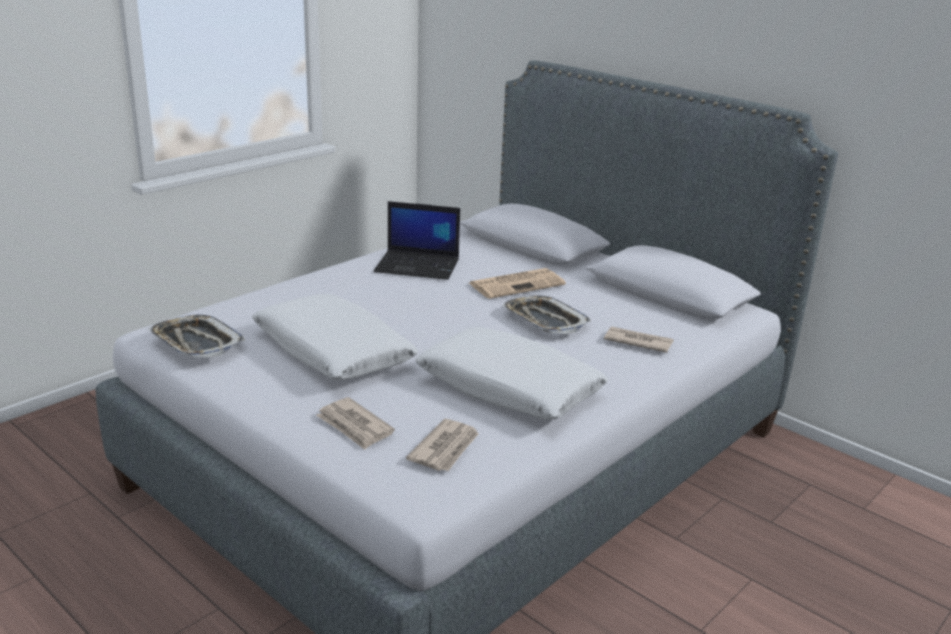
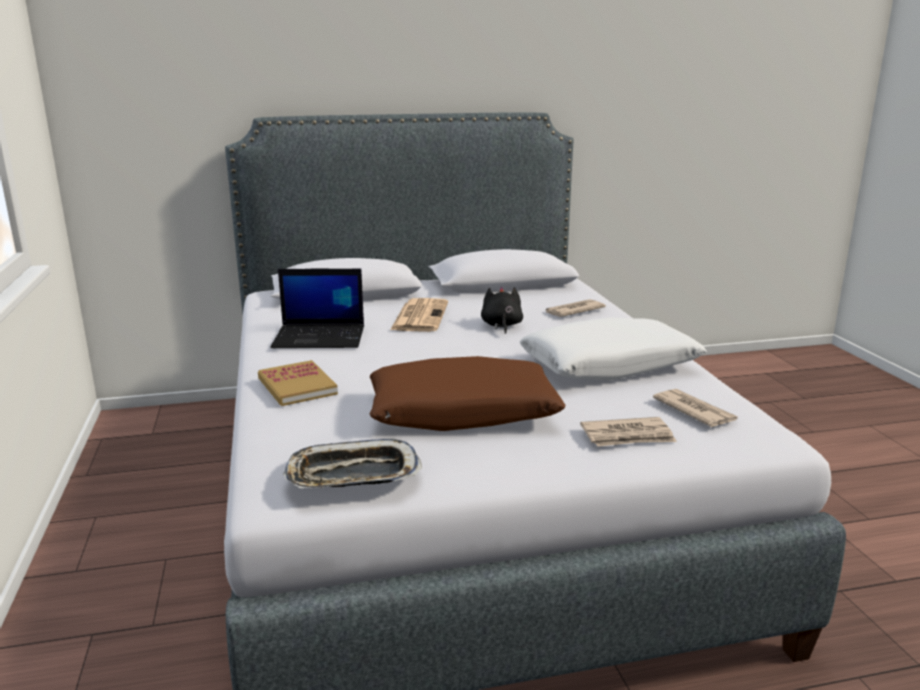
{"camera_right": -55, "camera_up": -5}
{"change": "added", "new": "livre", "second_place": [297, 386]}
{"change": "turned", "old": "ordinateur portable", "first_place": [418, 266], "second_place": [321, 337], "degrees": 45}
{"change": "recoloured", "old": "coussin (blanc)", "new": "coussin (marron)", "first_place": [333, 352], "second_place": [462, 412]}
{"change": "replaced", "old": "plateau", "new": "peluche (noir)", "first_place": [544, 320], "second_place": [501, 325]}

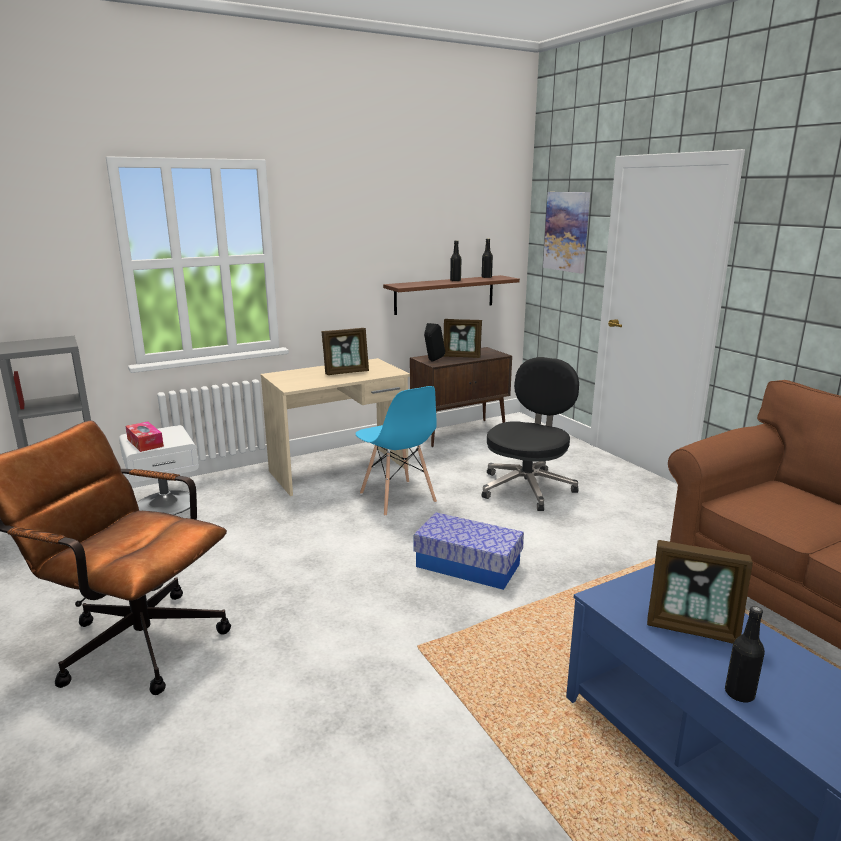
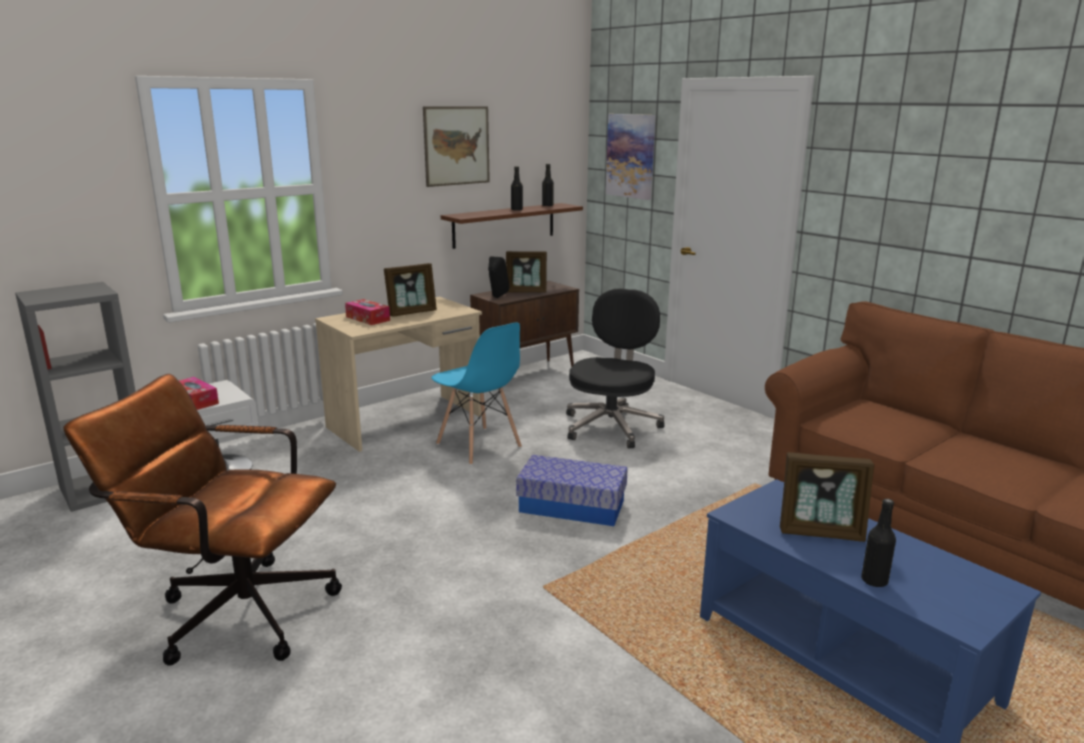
{"camera_right": -10, "camera_up": 0}
{"change": "added", "new": "boîte à mouchoirs", "second_place": [368, 318]}
{"change": "added", "new": "tableau", "second_place": [456, 146]}

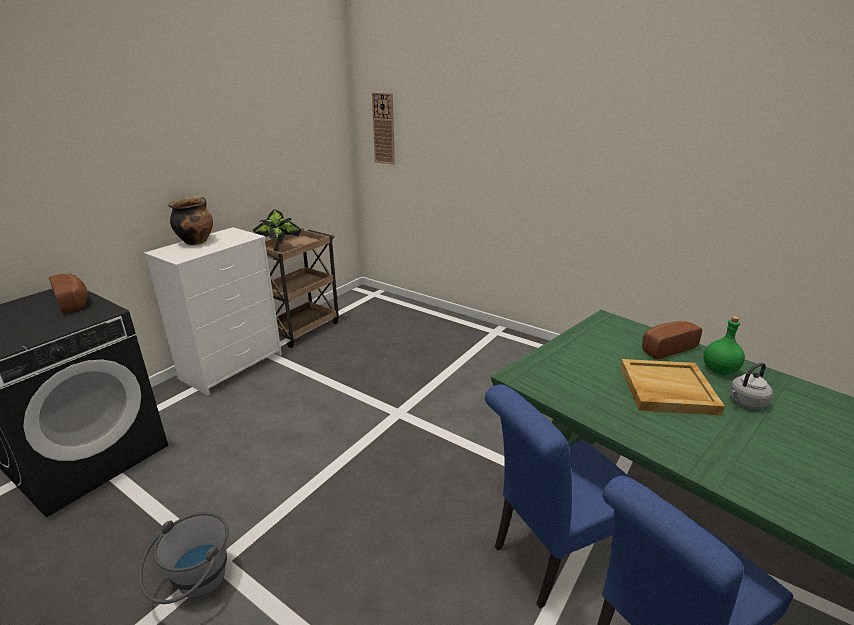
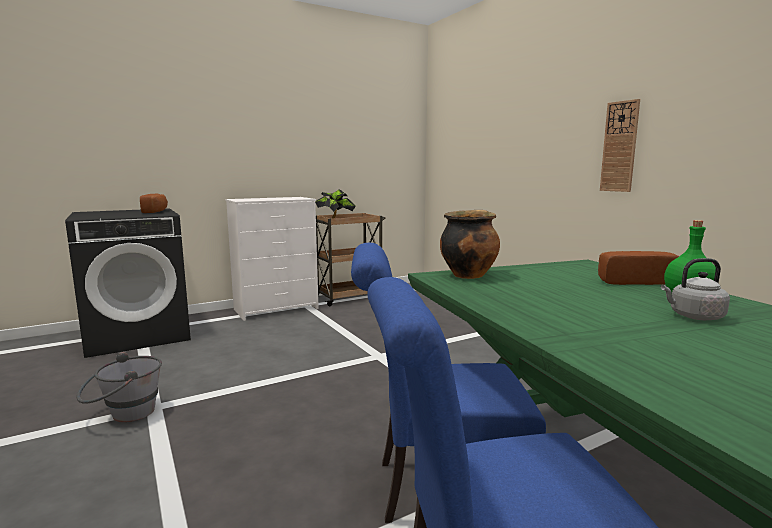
{"camera_right": 25, "camera_up": -15}
{"change": "moved", "old": "marmite", "first_place": [196, 241], "second_place": [468, 275]}
{"change": "moved", "old": "horloge murale", "first_place": [384, 128], "second_place": [619, 147]}
{"change": "removed", "old": "plateau (beige)", "first_place": [666, 390]}

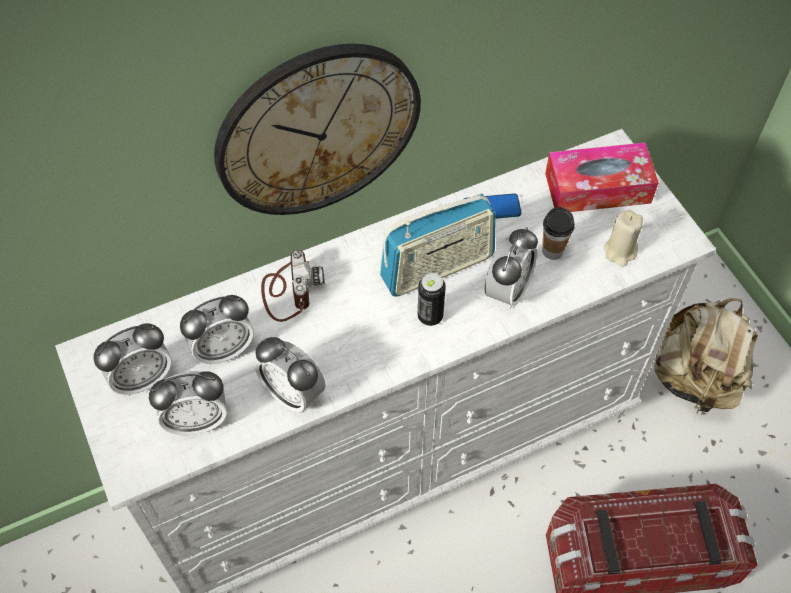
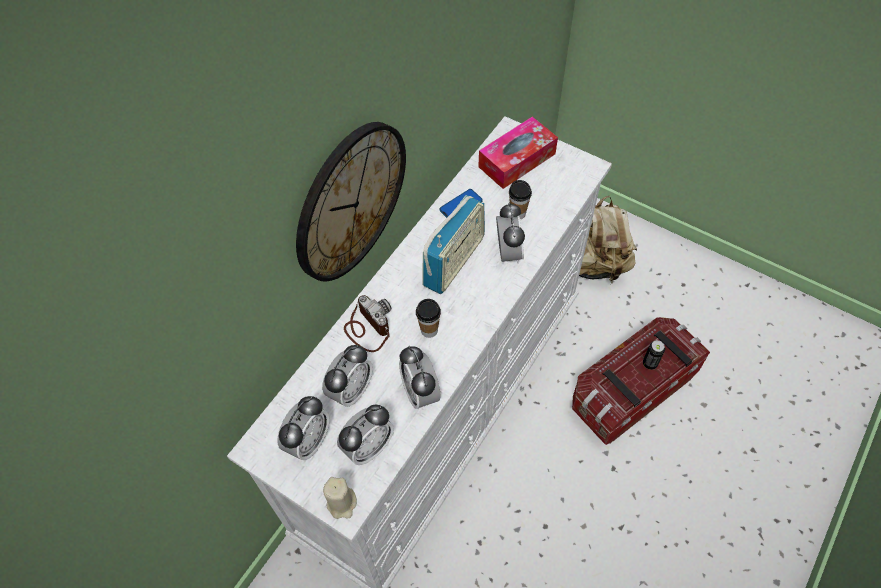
{"camera_right": -30, "camera_up": 0}
{"change": "moved", "old": "bougie (beige)", "first_place": [620, 251], "second_place": [342, 503]}
{"change": "turned", "old": "réveil", "first_place": [293, 393], "second_place": [420, 393], "degrees": 60}
{"change": "added", "new": "tasse", "second_place": [429, 330]}
{"change": "moved", "old": "boîte métallique", "first_place": [430, 316], "second_place": [649, 363]}

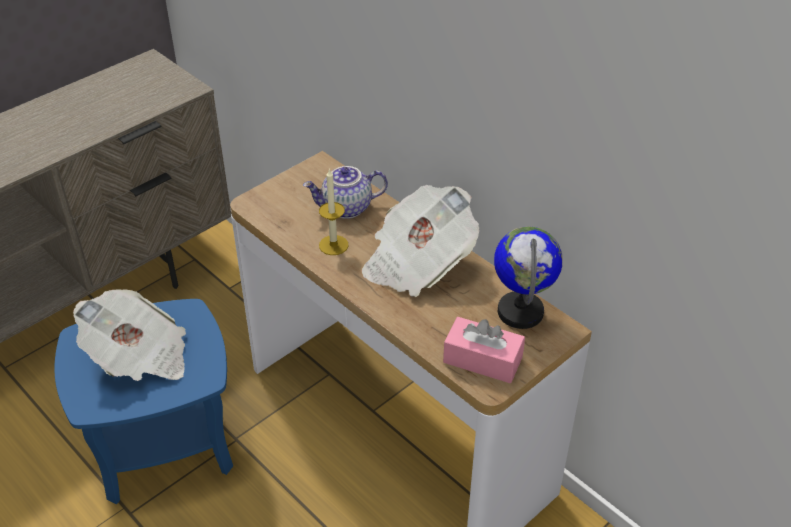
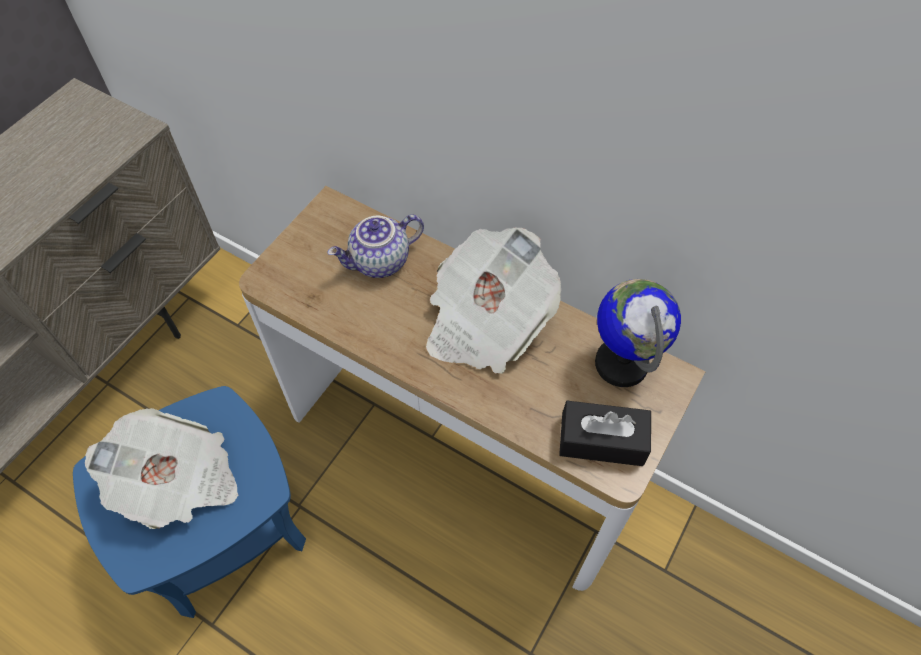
{"camera_right": -15, "camera_up": 15}
{"change": "recoloured", "old": "boîte à mouchoirs (rose)", "new": "boîte à mouchoirs (noir)", "first_place": [482, 360], "second_place": [602, 441]}
{"change": "removed", "old": "bougie", "first_place": [333, 245]}

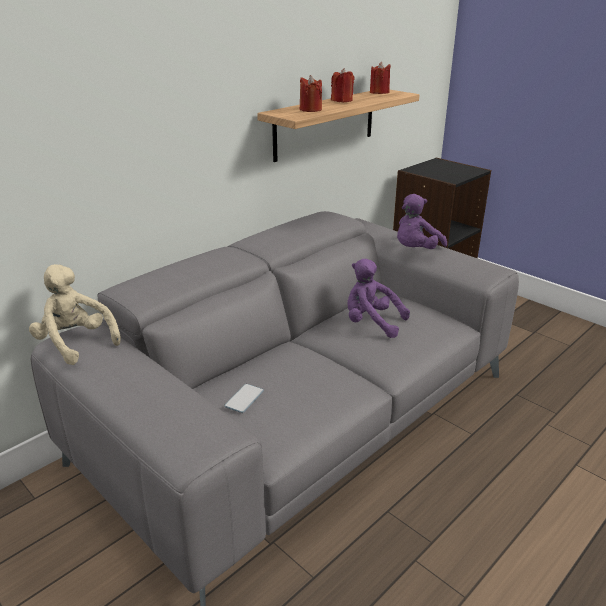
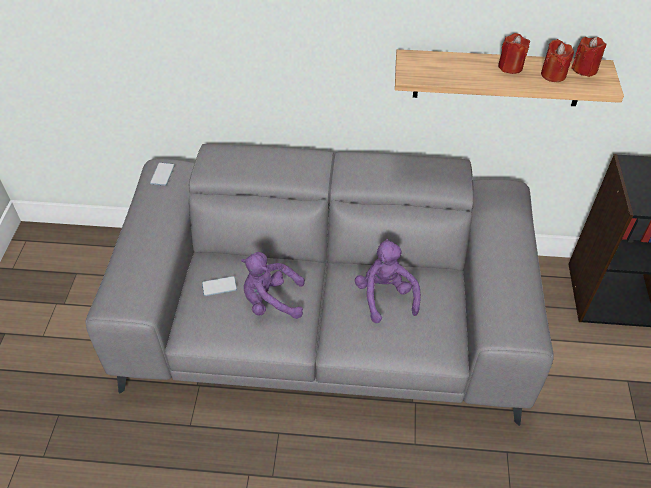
{"camera_right": 50, "camera_up": 20}
{"change": "replaced", "old": "peluche (beige)", "new": "téléphone", "first_place": [76, 343], "second_place": [162, 174]}
{"change": "moved", "old": "peluche (violet)", "first_place": [415, 250], "second_place": [271, 301]}
{"change": "moved", "old": "bougie (rouge)", "first_place": [310, 109], "second_place": [553, 74]}

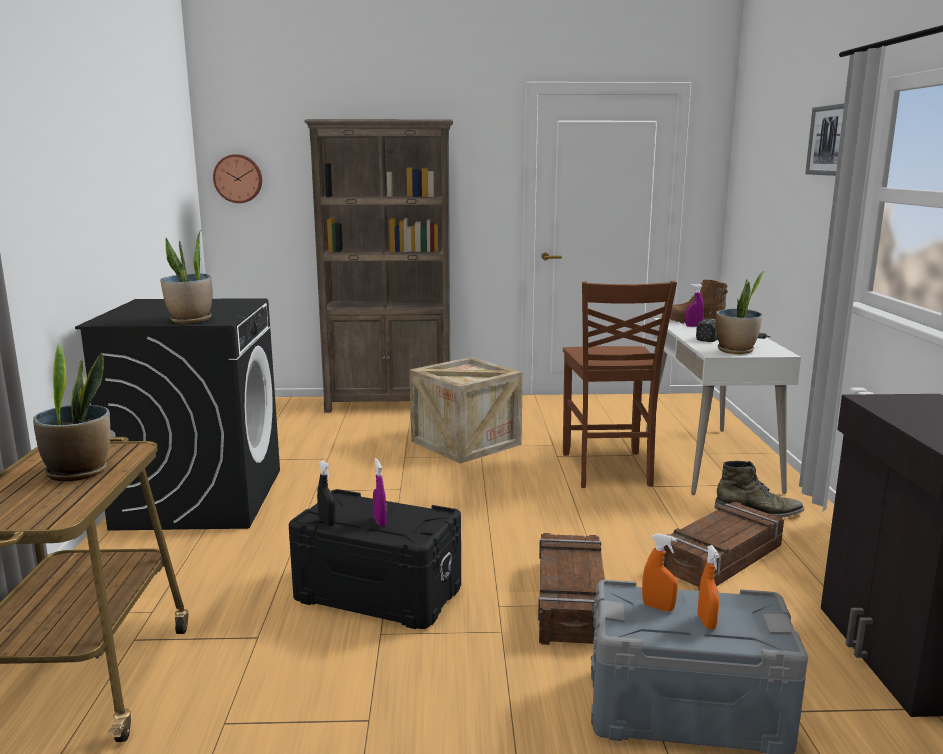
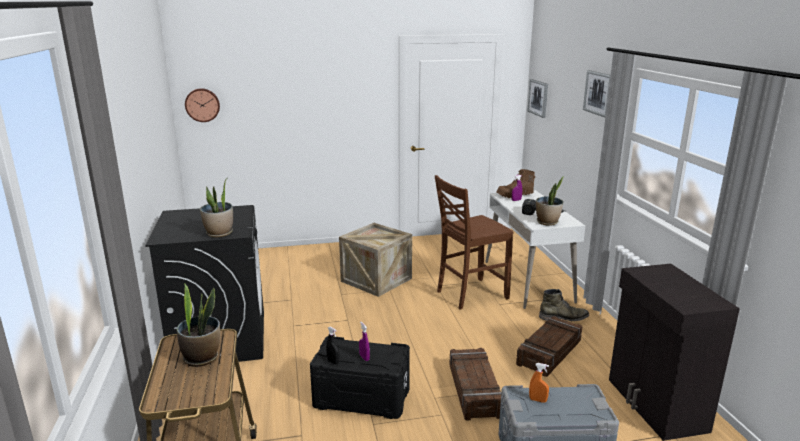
{"camera_right": -10, "camera_up": 5}
{"change": "turned", "old": "chaise (marron)", "first_place": [607, 470], "second_place": [470, 294], "degrees": 75}
{"change": "added", "new": "tableau", "second_place": [538, 98]}
{"change": "removed", "old": "bibliothèque (marron)", "first_place": [390, 404]}
{"change": "removed", "old": "vaporisateur (orange)", "first_place": [706, 622]}

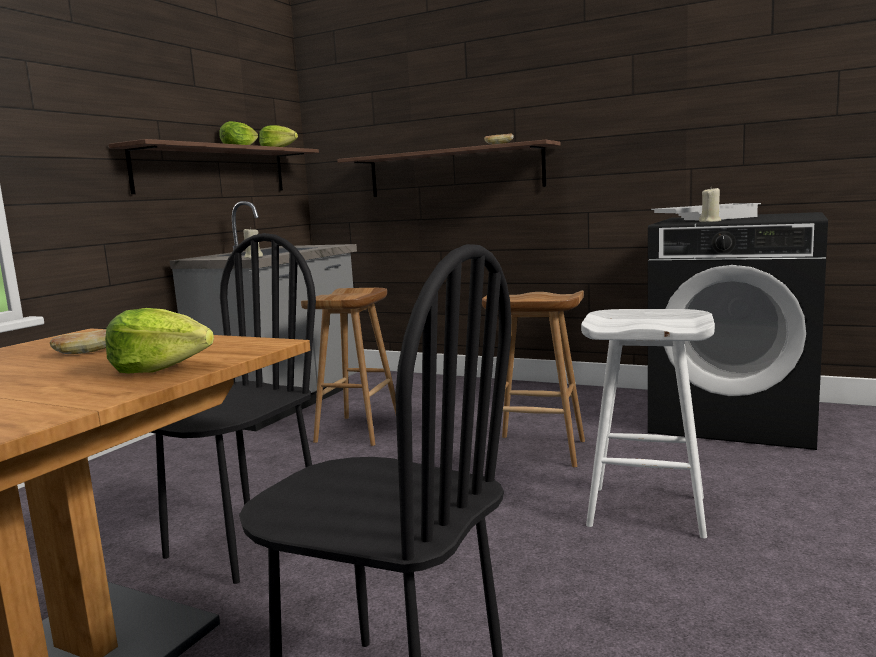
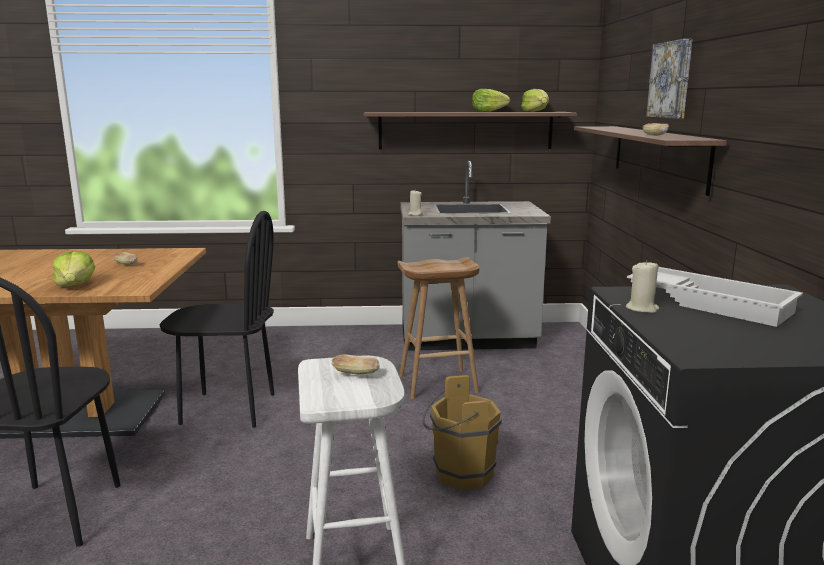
{"camera_right": 60, "camera_up": 5}
{"change": "added", "new": "pain", "second_place": [355, 373]}
{"change": "replaced", "old": "tabouret (marron)", "new": "seau (marron)", "first_place": [535, 451], "second_place": [458, 474]}
{"change": "added", "new": "tableau", "second_place": [672, 80]}

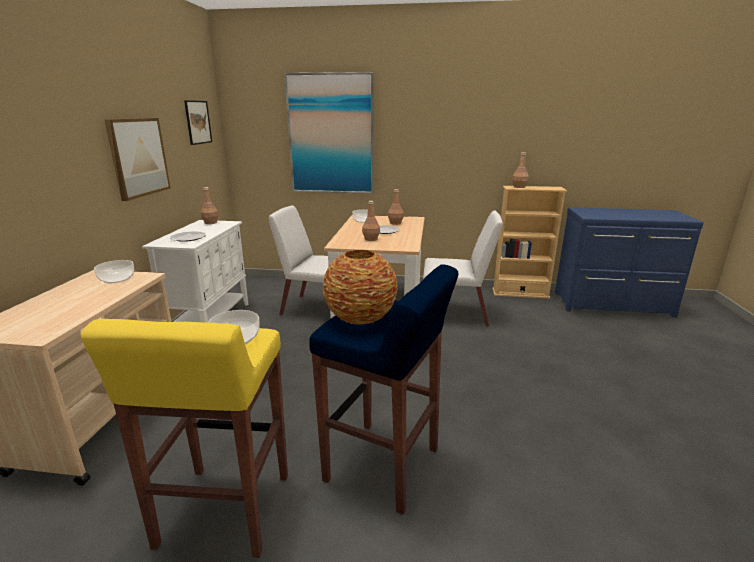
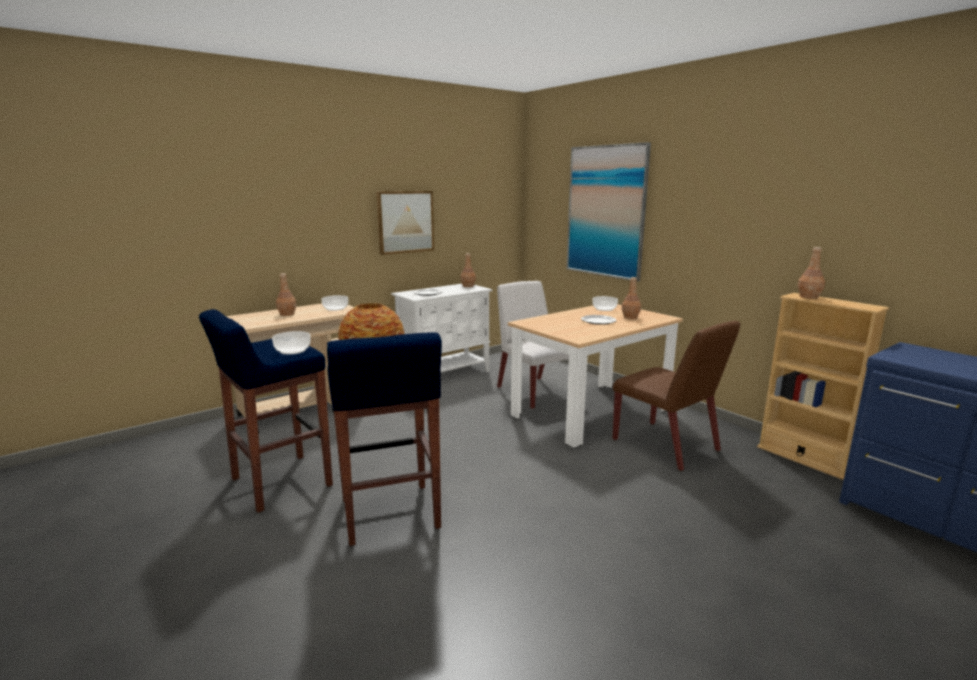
{"camera_right": 45, "camera_up": -5}
{"change": "recoloured", "old": "tabouret (jaune)", "new": "tabouret (bleu)", "first_place": [224, 511], "second_place": [279, 483]}
{"change": "moved", "old": "bouteille (marron)", "first_place": [370, 239], "second_place": [287, 314]}
{"change": "recoloured", "old": "chaise (blanc)", "new": "chaise (marron)", "first_place": [456, 314], "second_place": [666, 445]}
{"change": "removed", "old": "tableau", "first_place": [198, 122]}

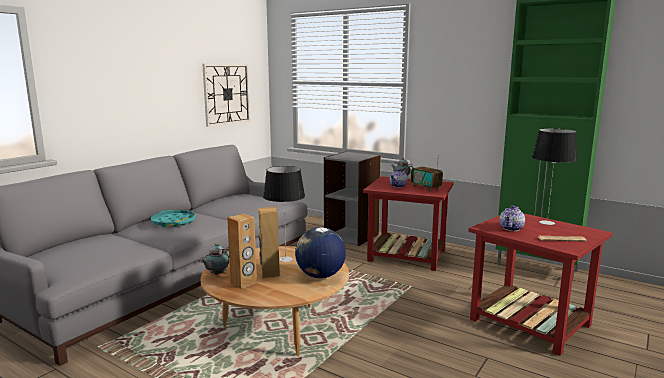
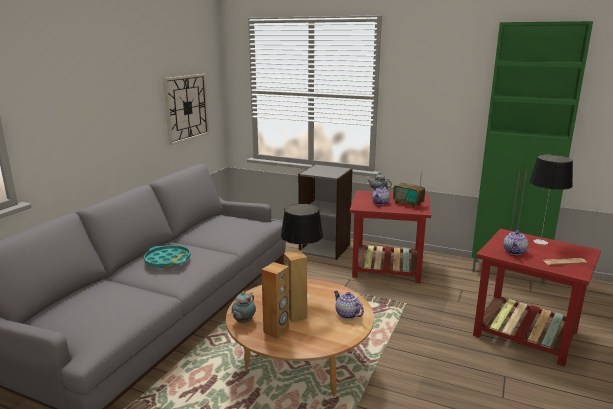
{"camera_right": -10, "camera_up": 5}
{"change": "replaced", "old": "globe", "new": "théière", "first_place": [320, 276], "second_place": [347, 314]}

